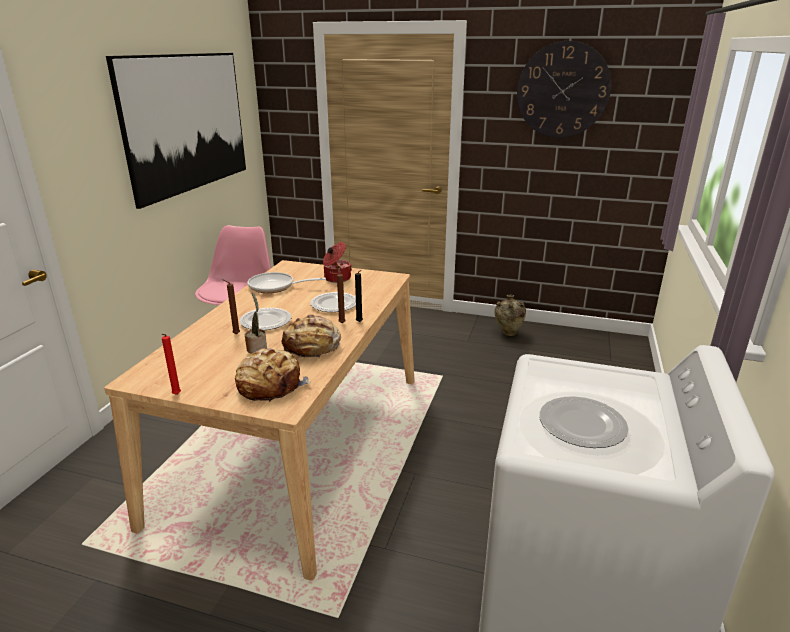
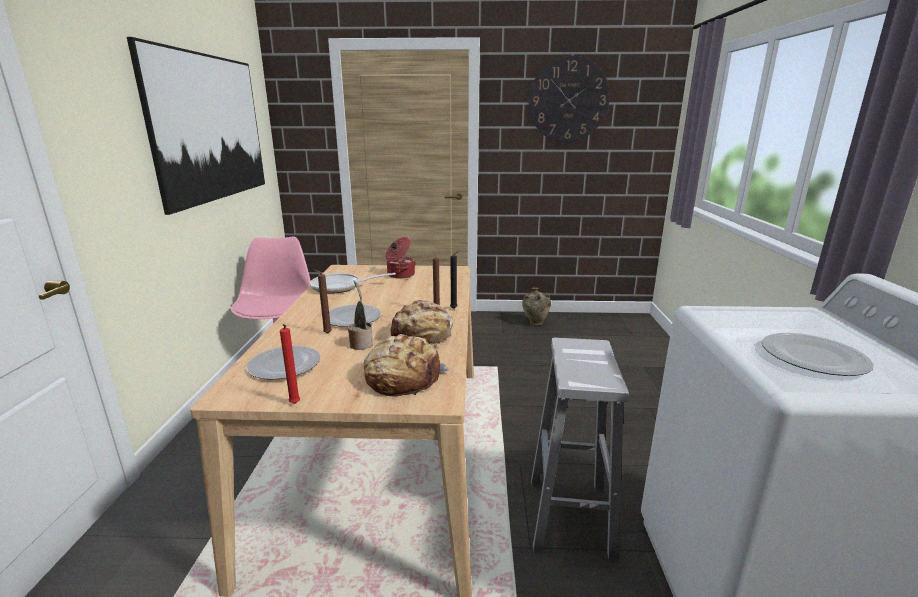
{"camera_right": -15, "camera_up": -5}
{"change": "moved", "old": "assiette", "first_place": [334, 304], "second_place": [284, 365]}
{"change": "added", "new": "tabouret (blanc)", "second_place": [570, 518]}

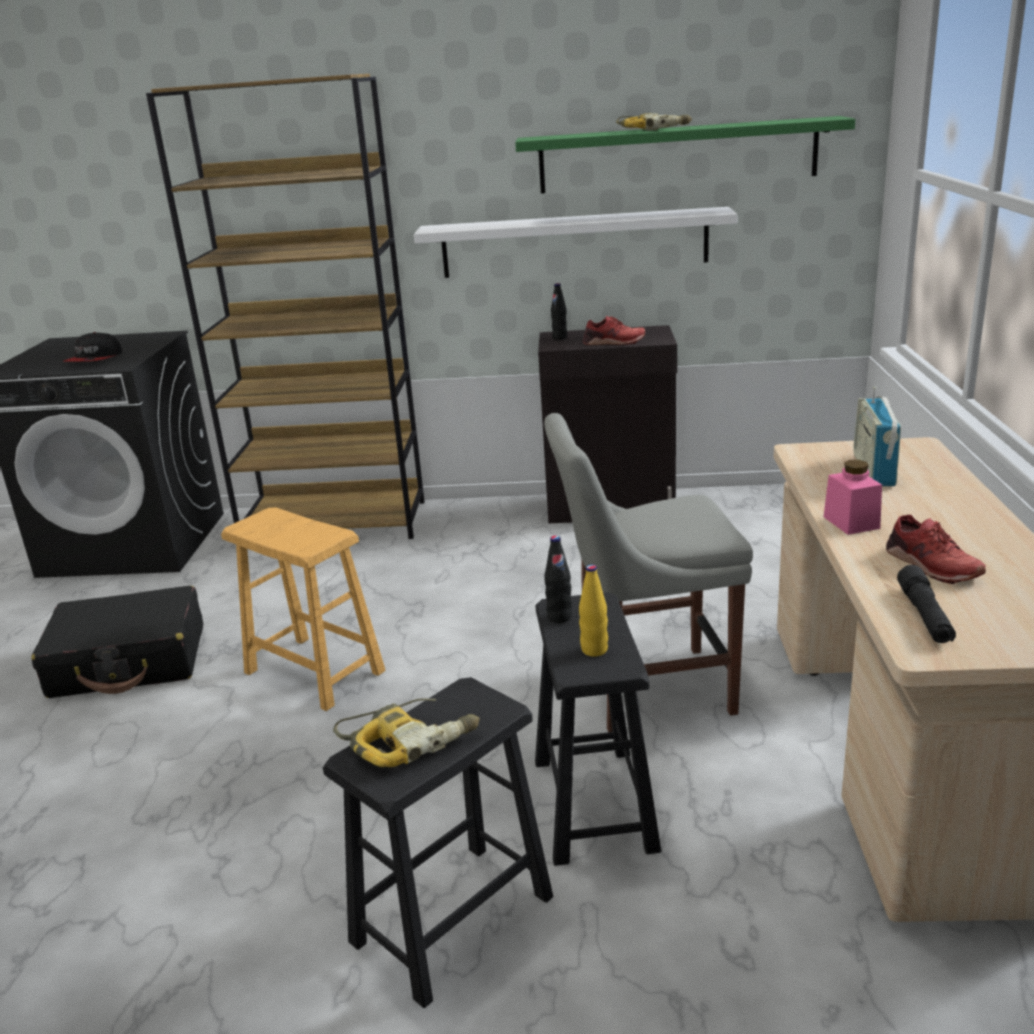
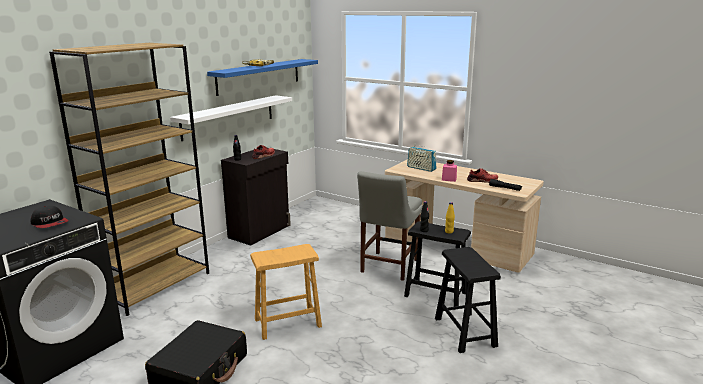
{"camera_right": -60, "camera_up": -5}
{"change": "recoloured", "old": "étagère (vert)", "new": "étagère (bleu)", "first_place": [677, 156], "second_place": [259, 76]}
{"change": "removed", "old": "perceuse", "first_place": [410, 739]}

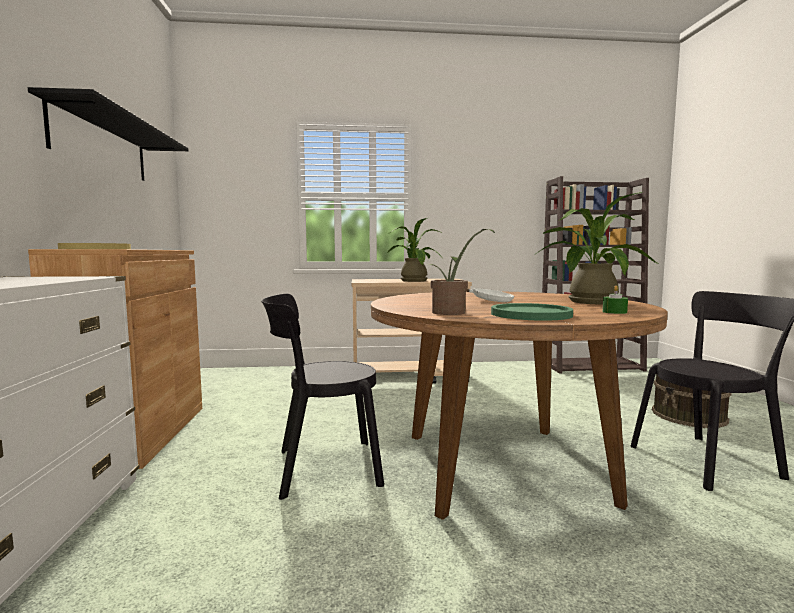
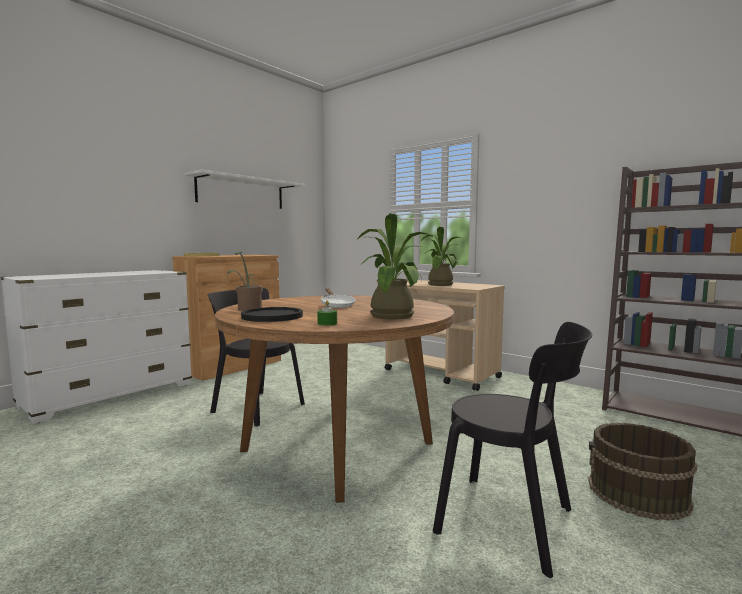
{"camera_right": 45, "camera_up": 0}
{"change": "recoloured", "old": "étagère (noir)", "new": "étagère (blanc)", "first_place": [102, 145], "second_place": [241, 193]}
{"change": "recoloured", "old": "assiette (vert)", "new": "assiette (noir)", "first_place": [531, 314], "second_place": [272, 316]}

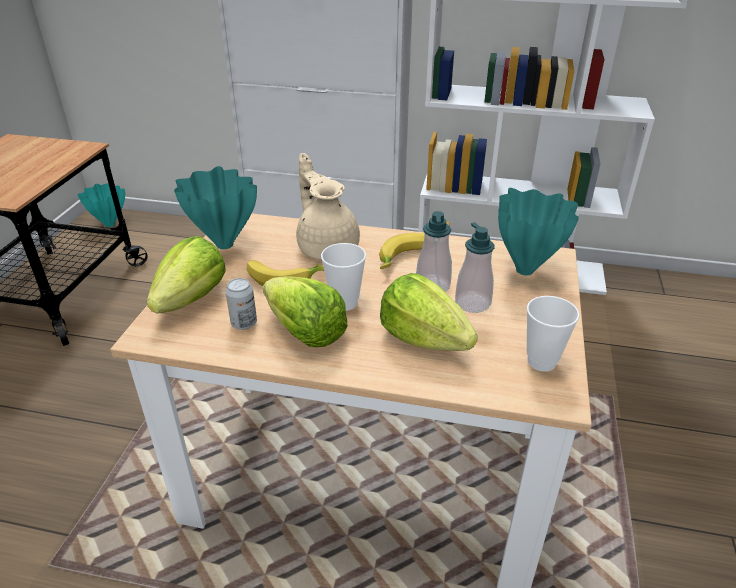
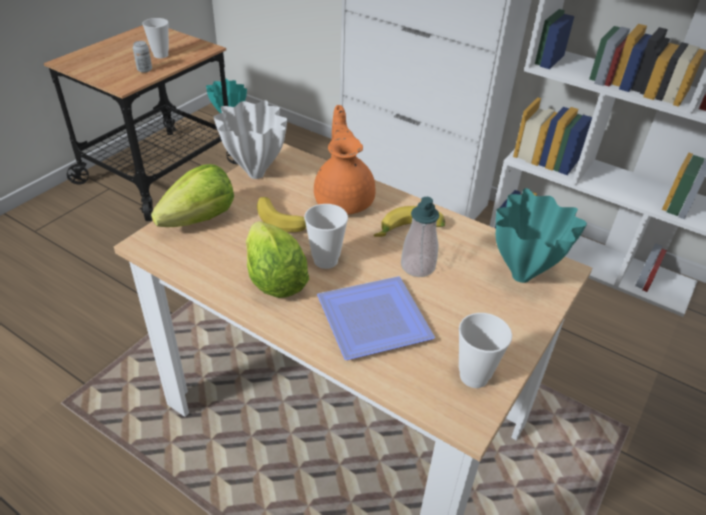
{"camera_right": 20, "camera_up": 5}
{"change": "moved", "old": "boîte métallique", "first_place": [244, 323], "second_place": [144, 70]}
{"change": "added", "new": "tasse", "second_place": [161, 55]}
{"change": "recoloured", "old": "vase (turquoise)", "new": "vase (blanc)", "first_place": [223, 244], "second_place": [255, 174]}
{"change": "recoloured", "old": "théière (beige)", "new": "théière (orange)", "first_place": [327, 246], "second_place": [344, 199]}
{"change": "replaced", "old": "laitue", "new": "assiette", "first_place": [423, 338], "second_place": [375, 317]}
{"change": "removed", "old": "distributeur de savon", "first_place": [472, 303]}

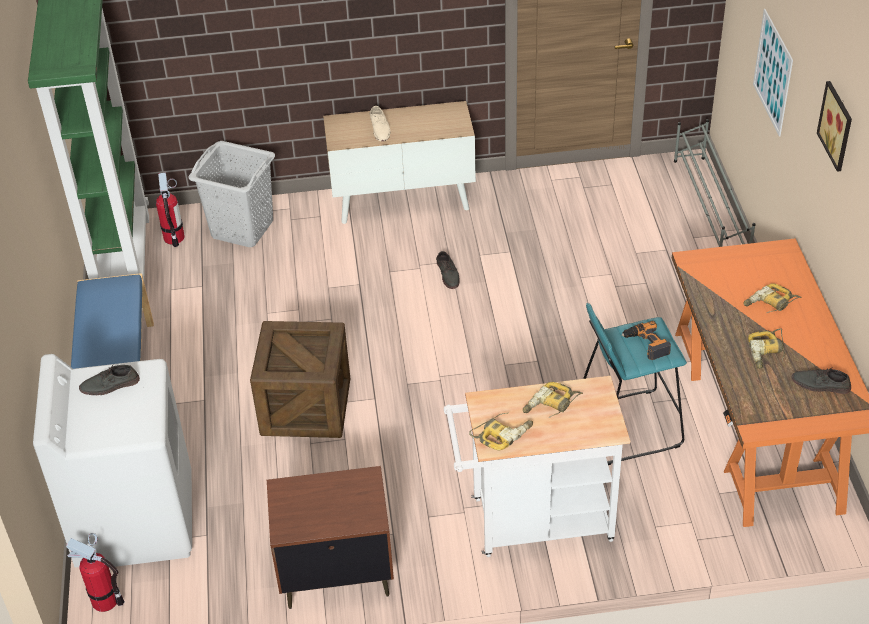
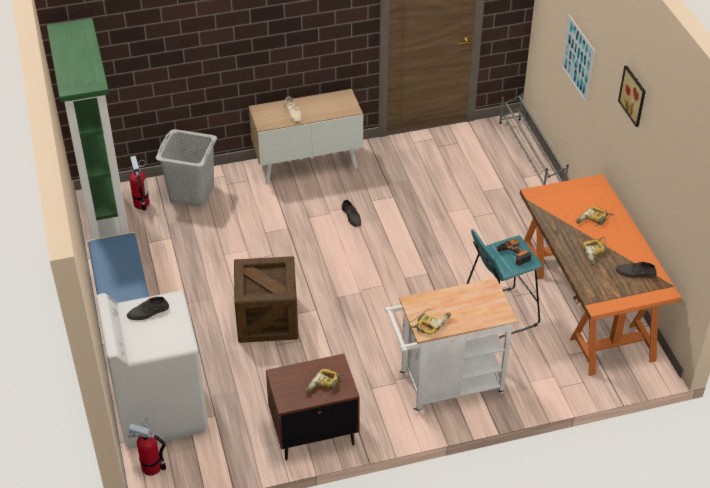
{"camera_right": -10, "camera_up": 0}
{"change": "moved", "old": "perceuse", "first_place": [551, 406], "second_place": [324, 386]}

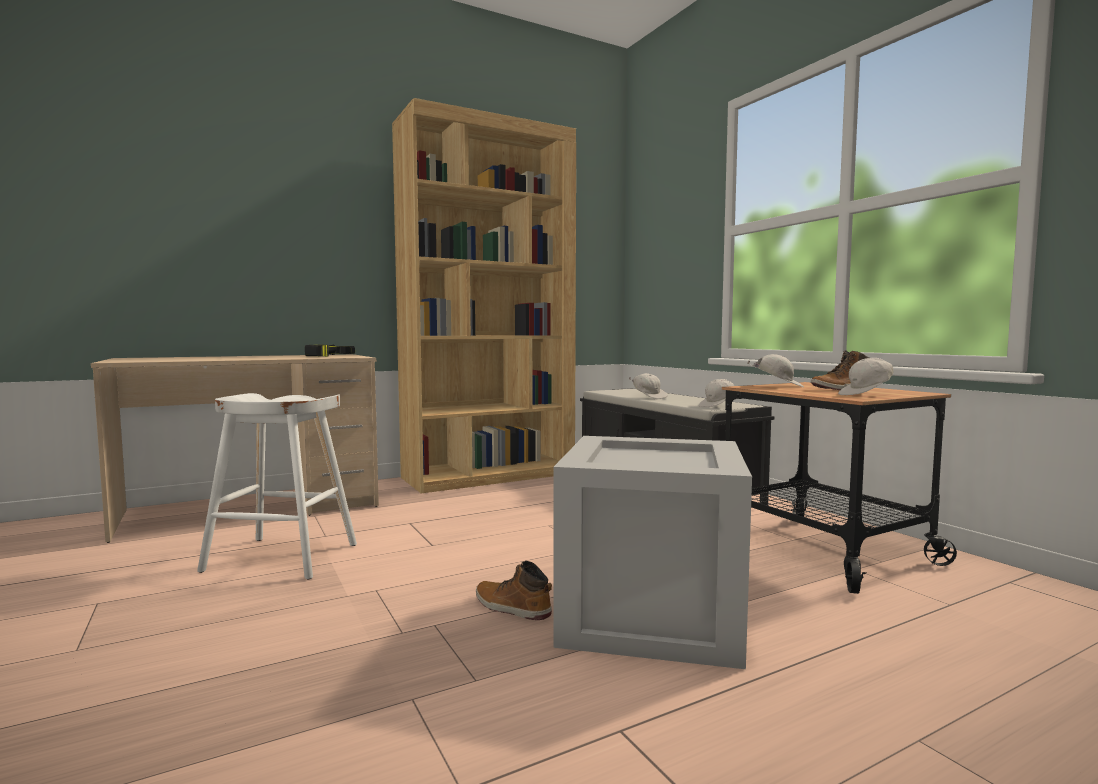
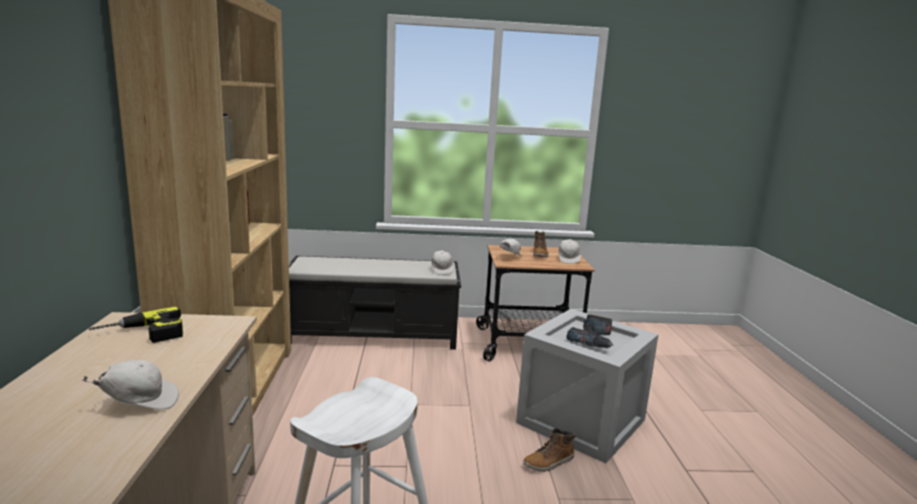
{"camera_right": -65, "camera_up": 10}
{"change": "moved", "old": "casquette (blanc)", "first_place": [649, 397], "second_place": [140, 403]}
{"change": "added", "new": "perceuse", "second_place": [593, 340]}

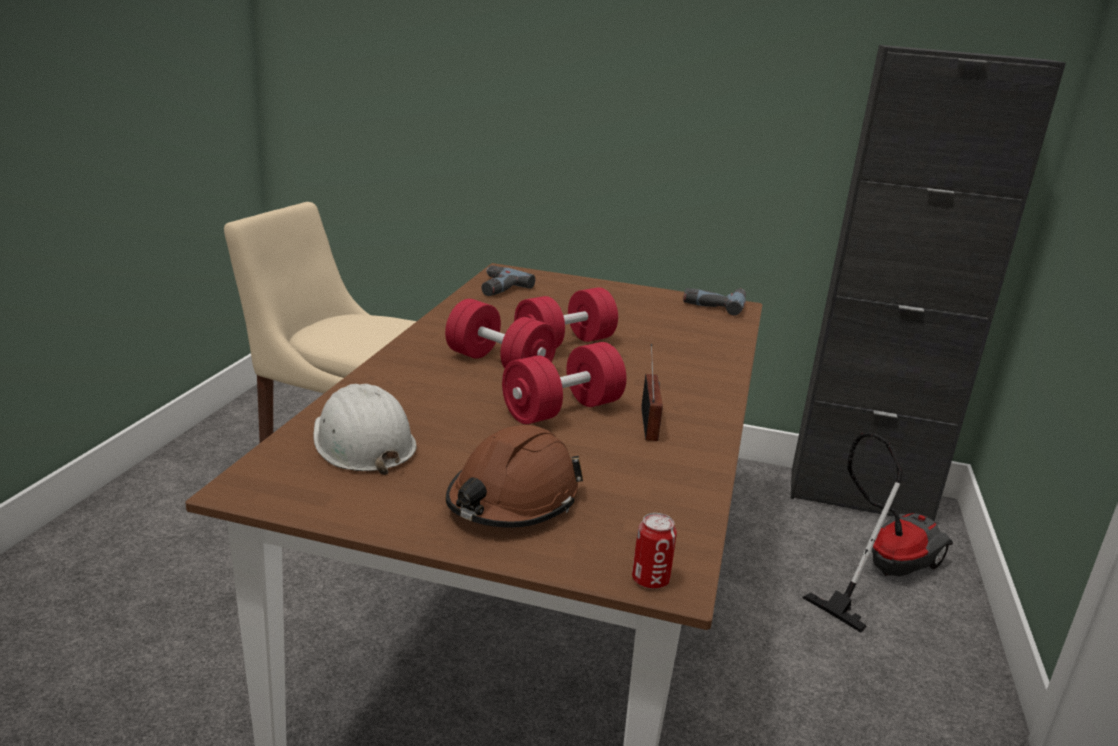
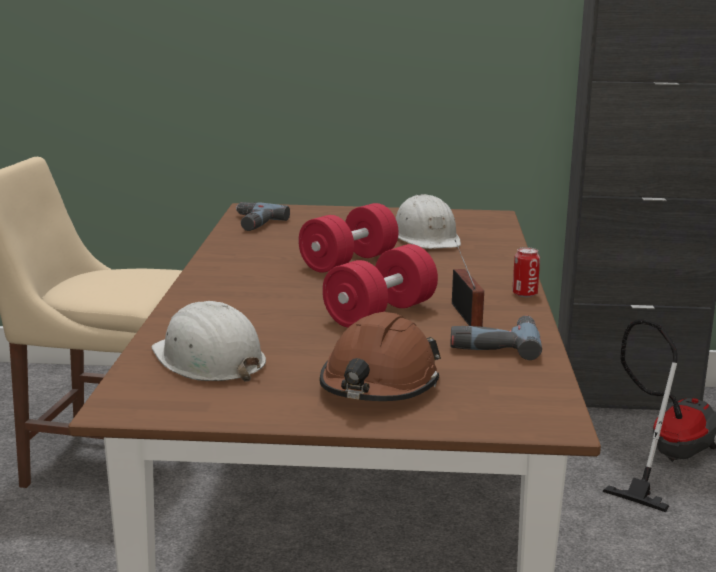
{"camera_right": -10, "camera_up": -5}
{"change": "added", "new": "casque de chantier (blanc)", "second_place": [426, 238]}
{"change": "moved", "old": "perceuse", "first_place": [714, 304], "second_place": [494, 344]}
{"change": "moved", "old": "boîte métallique", "first_place": [650, 580], "second_place": [524, 294]}
{"change": "removed", "old": "haltère (rouge)", "first_place": [499, 364]}

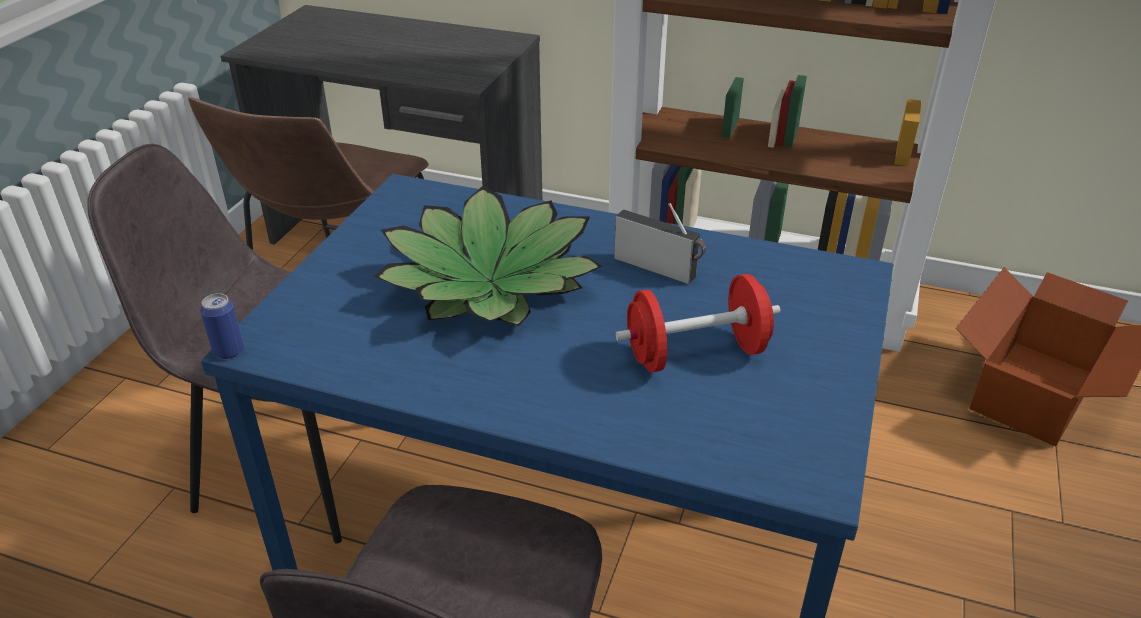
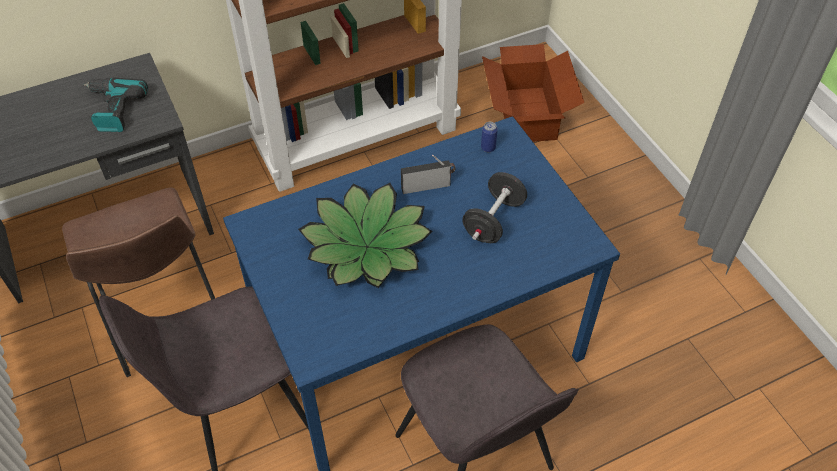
{"camera_right": -45, "camera_up": 15}
{"change": "added", "new": "perceuse", "second_place": [113, 110]}
{"change": "recoloured", "old": "haltère (rouge)", "new": "haltère (noir)", "first_place": [695, 354], "second_place": [493, 220]}
{"change": "moved", "old": "boîte métallique", "first_place": [229, 351], "second_place": [488, 148]}

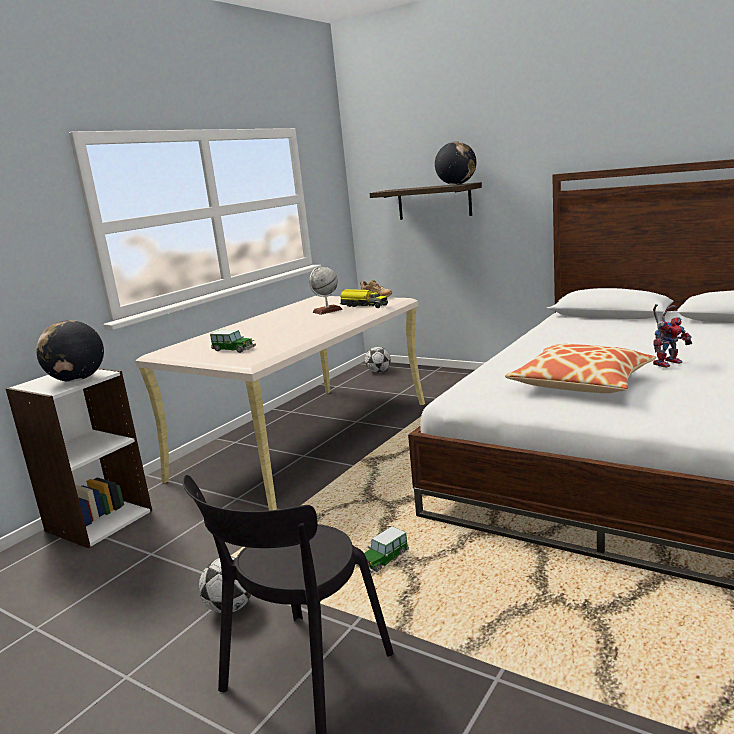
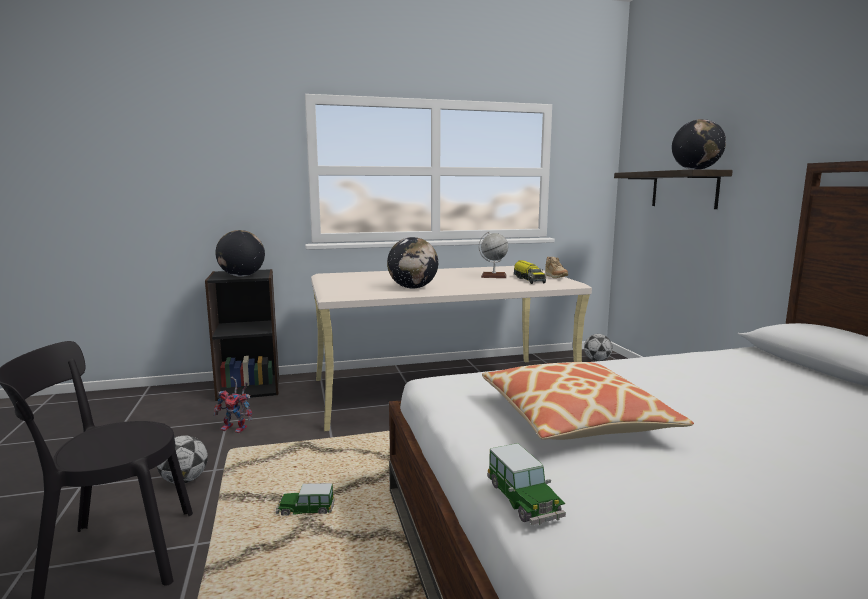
{"camera_right": 40, "camera_up": -5}
{"change": "recoloured", "old": "bibliothèque (blanc)", "new": "bibliothèque (noir)", "first_place": [98, 520], "second_place": [249, 387]}
{"change": "moved", "old": "robot jouet", "first_place": [667, 362], "second_place": [237, 428]}
{"change": "added", "new": "globe", "second_place": [413, 288]}
{"change": "moved", "old": "petite voiture", "first_place": [234, 349], "second_place": [523, 500]}

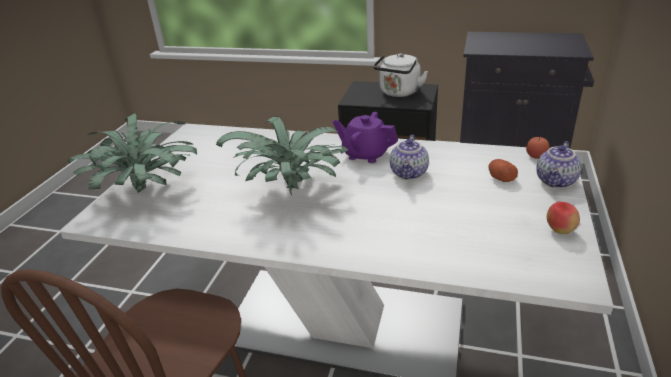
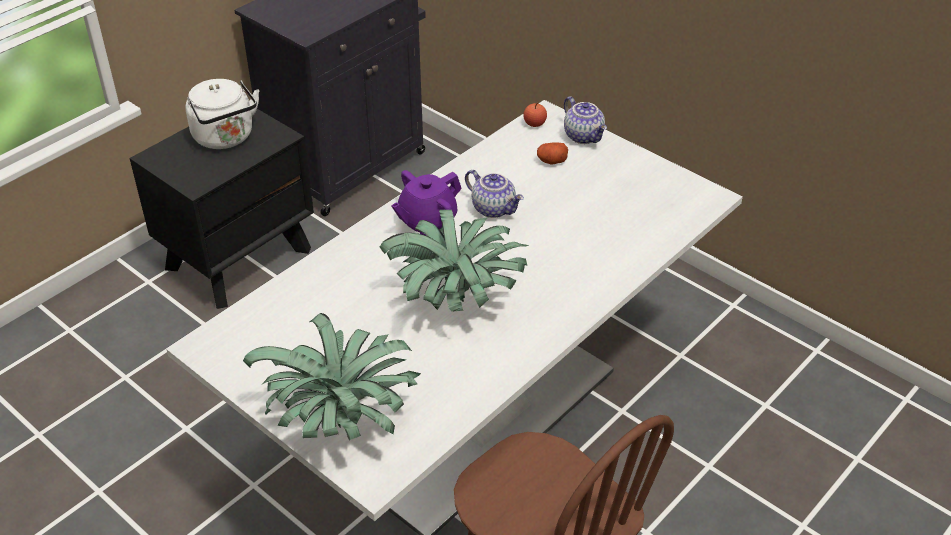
{"camera_right": -65, "camera_up": 10}
{"change": "removed", "old": "pomme", "first_place": [560, 231]}

